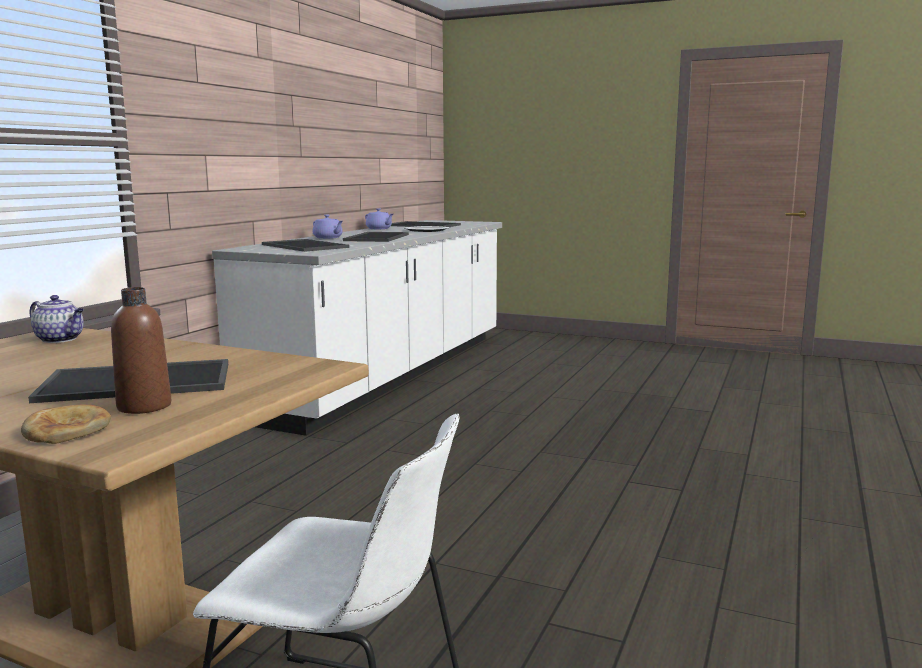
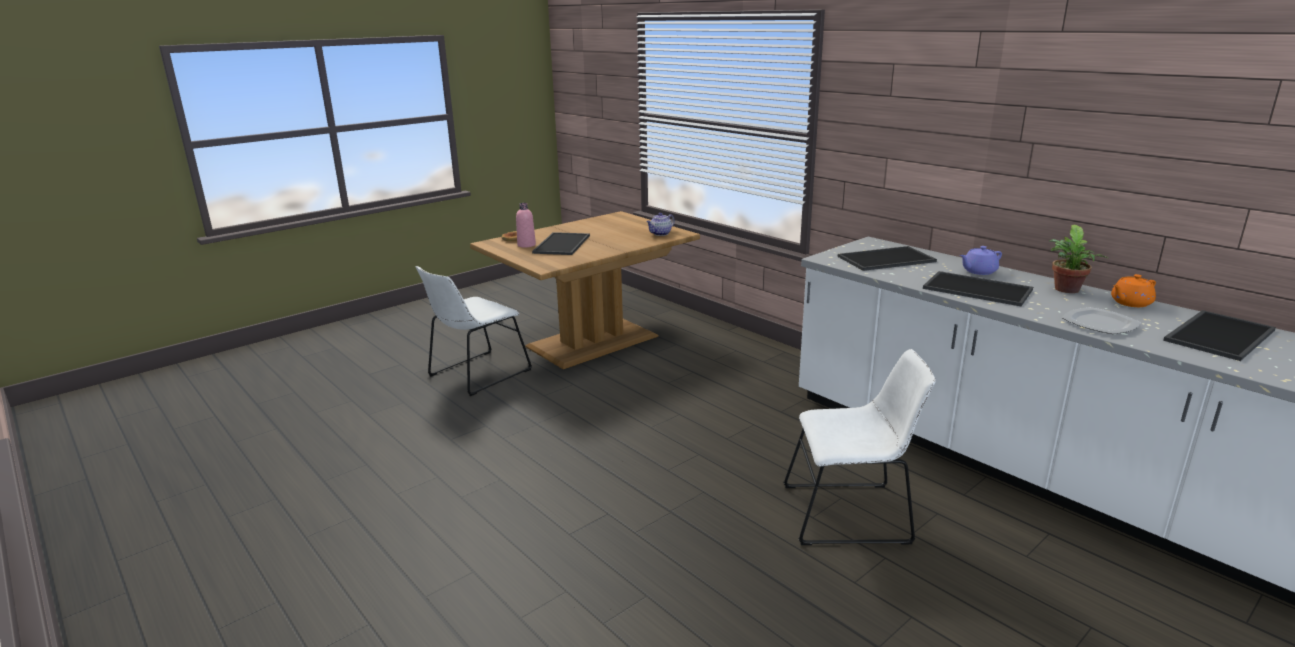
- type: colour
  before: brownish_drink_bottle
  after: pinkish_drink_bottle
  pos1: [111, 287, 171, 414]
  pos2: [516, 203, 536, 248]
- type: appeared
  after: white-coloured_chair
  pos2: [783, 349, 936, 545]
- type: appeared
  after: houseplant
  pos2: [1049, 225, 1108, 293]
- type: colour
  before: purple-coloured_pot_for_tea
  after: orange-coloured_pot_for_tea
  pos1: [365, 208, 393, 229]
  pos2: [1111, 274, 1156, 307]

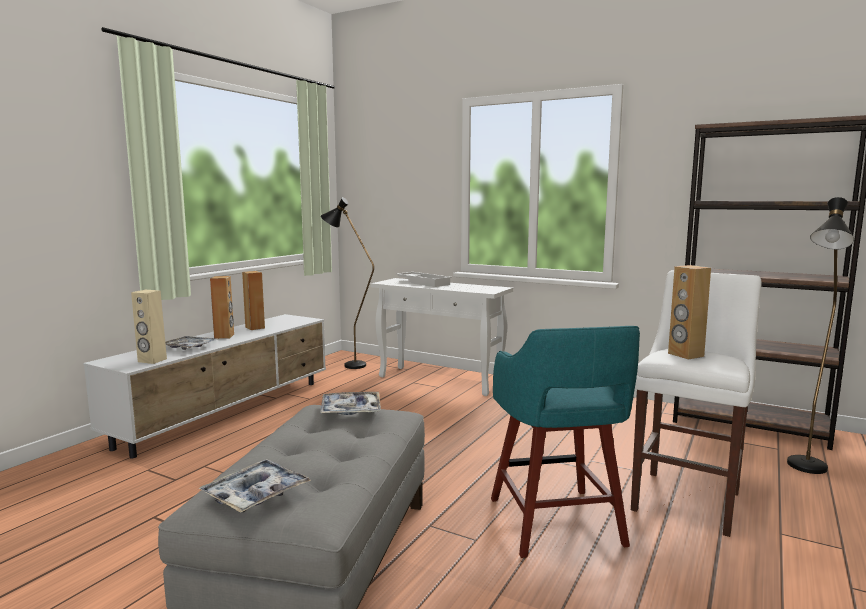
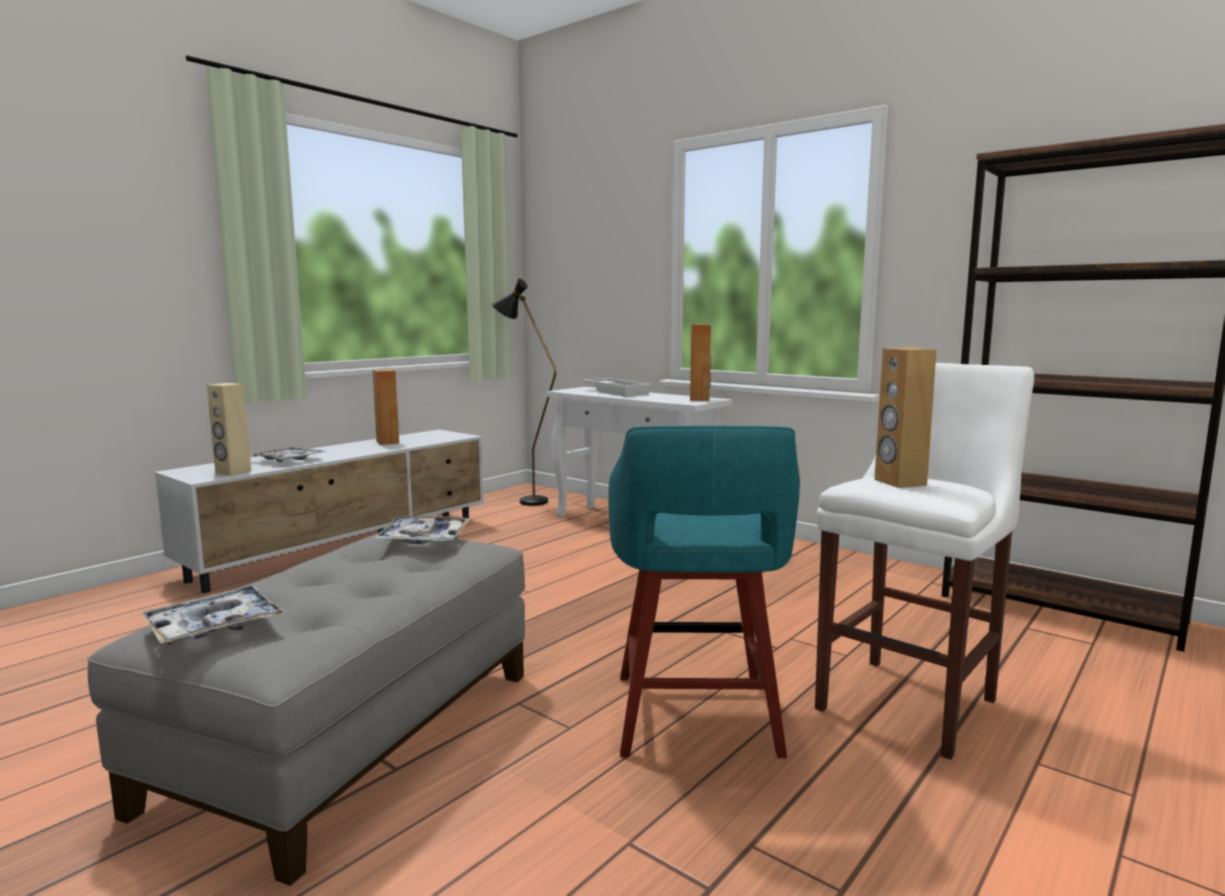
- type: relocated
  before: brownish_loudspeaker
  pos1: [210, 276, 234, 339]
  pos2: [690, 324, 711, 401]
- type: missing
  before: black_standing_lamp
  pos1: [787, 197, 854, 474]

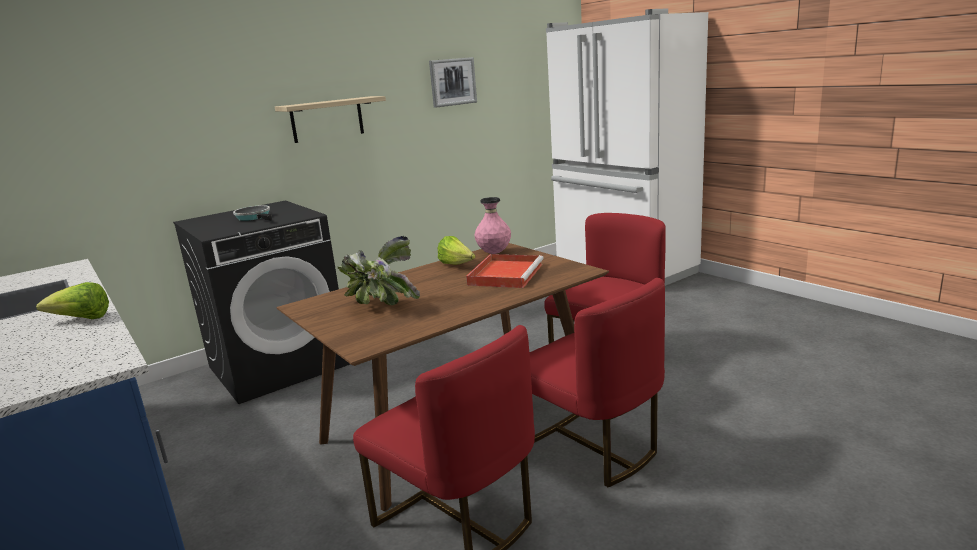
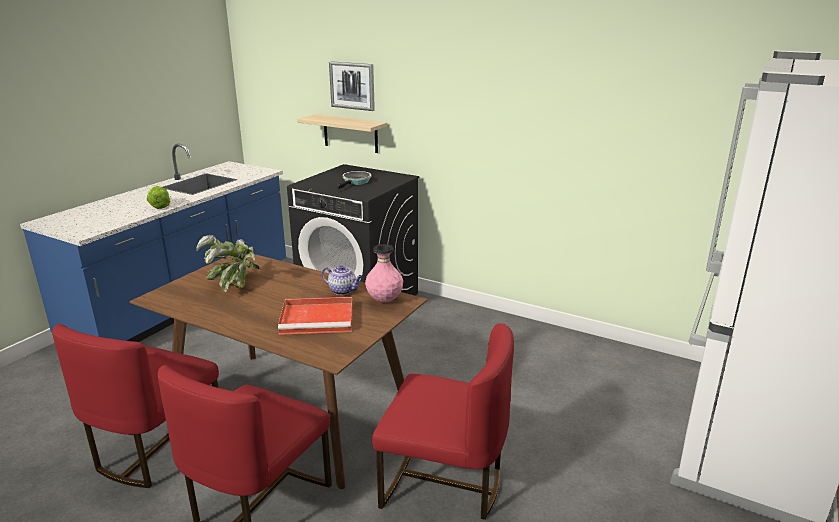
- type: relocated
  before: wall_shelf
  pos1: [275, 96, 386, 143]
  pos2: [297, 114, 387, 153]
- type: exchanged
  before: lettuce_head
  after: pot_for_tea
  pos1: [438, 236, 475, 265]
  pos2: [322, 266, 363, 295]
- type: relocated
  before: wall_picture
  pos1: [429, 57, 477, 108]
  pos2: [329, 61, 375, 111]

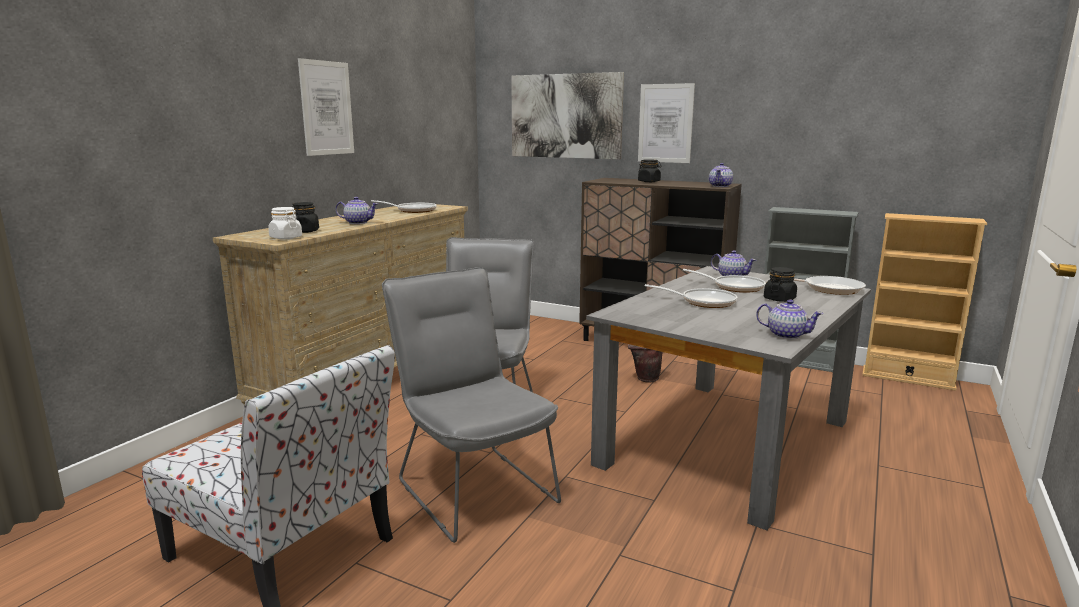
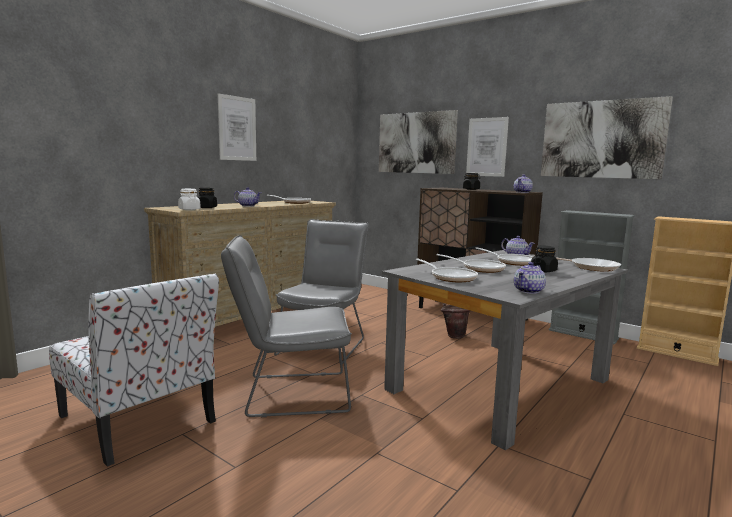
- type: spun
  before: gray_chair
  pos1: [382, 267, 561, 543]
  pos2: [221, 235, 352, 417]
  turn: -75
- type: appeared
  after: skillet
  pos2: [416, 258, 478, 282]
- type: spun
  before: pot_for_tea
  pos1: [756, 299, 823, 339]
  pos2: [514, 262, 546, 294]
  turn: 90
- type: appeared
  after: wall_picture
  pos2: [541, 96, 673, 179]

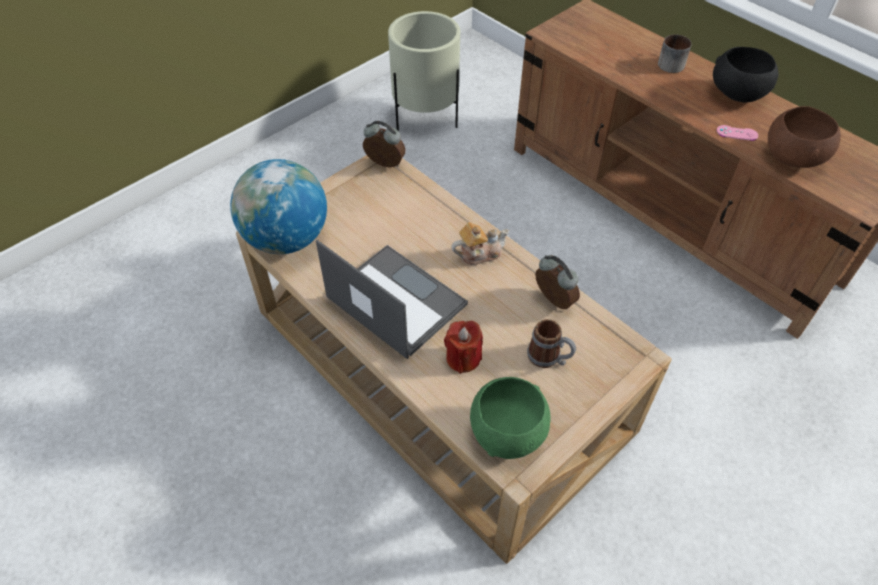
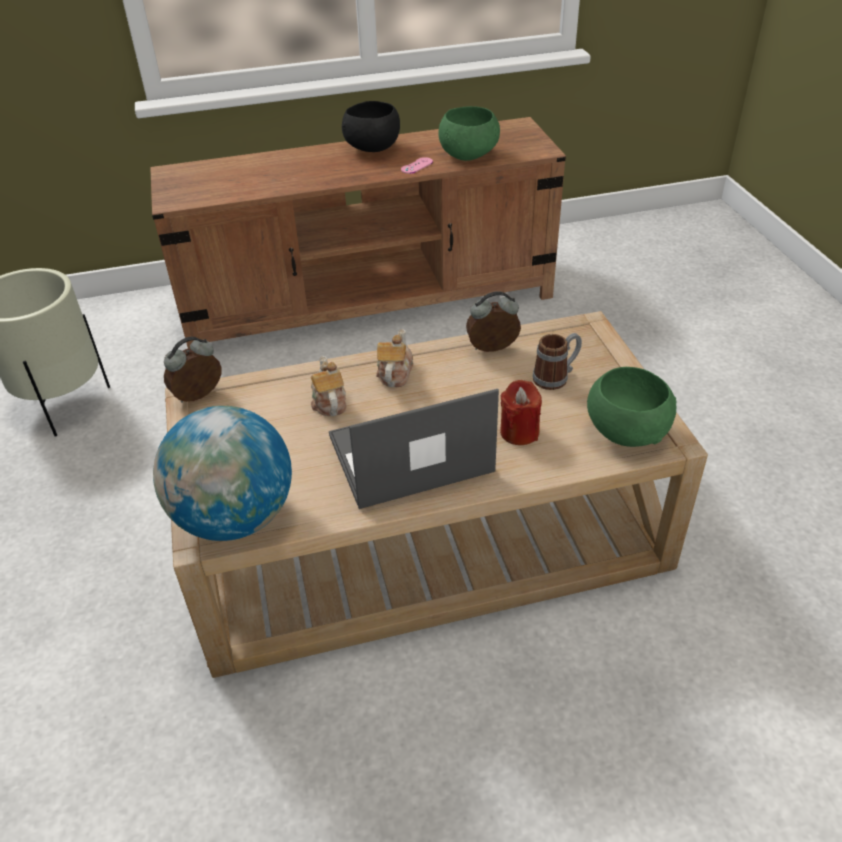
- type: appeared
  after: pot_for_tea
  pos2: [311, 356, 347, 416]
- type: colour
  before: brownish_serving_bowl
  after: green-coloured_serving_bowl
  pos1: [768, 106, 841, 168]
  pos2: [438, 106, 500, 161]
- type: missing
  before: tea_mug
  pos1: [658, 34, 692, 73]

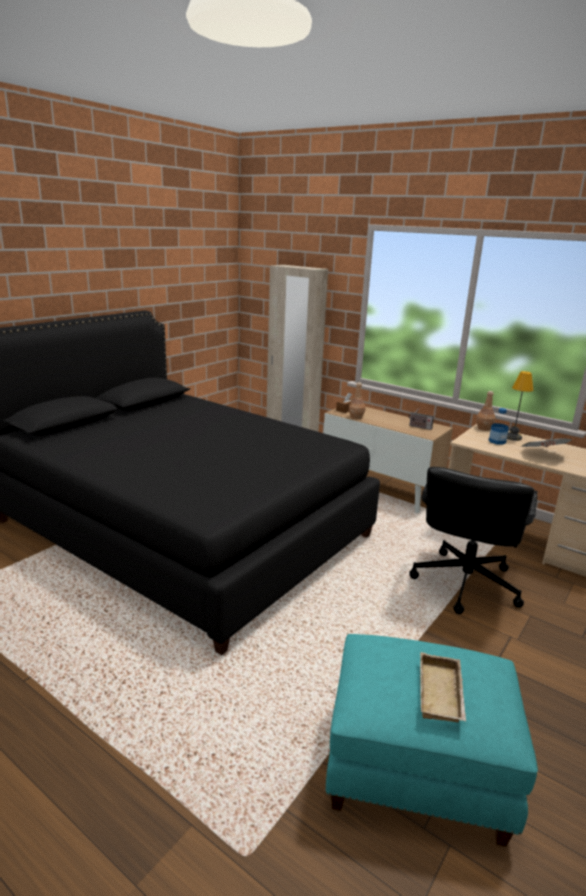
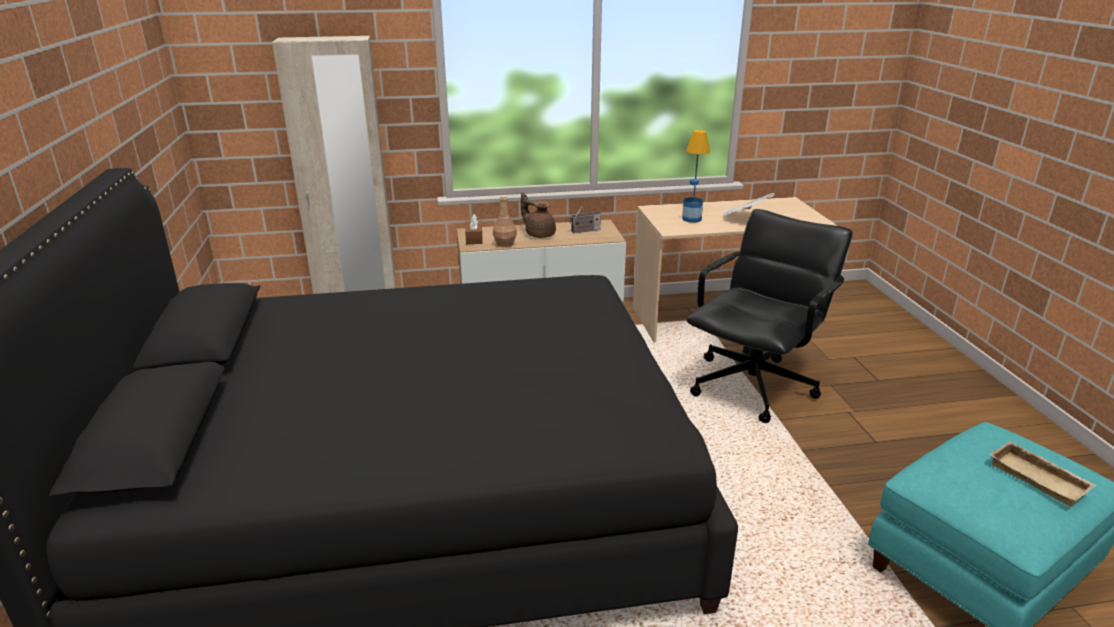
- type: appeared
  after: brownish_pot_for_tea
  pos2: [521, 192, 556, 238]
- type: spun
  before: black_desk_chair
  pos1: [409, 467, 538, 614]
  pos2: [686, 209, 853, 423]
  turn: -120
- type: missing
  before: brownish_drink_bottle
  pos1: [476, 391, 496, 431]

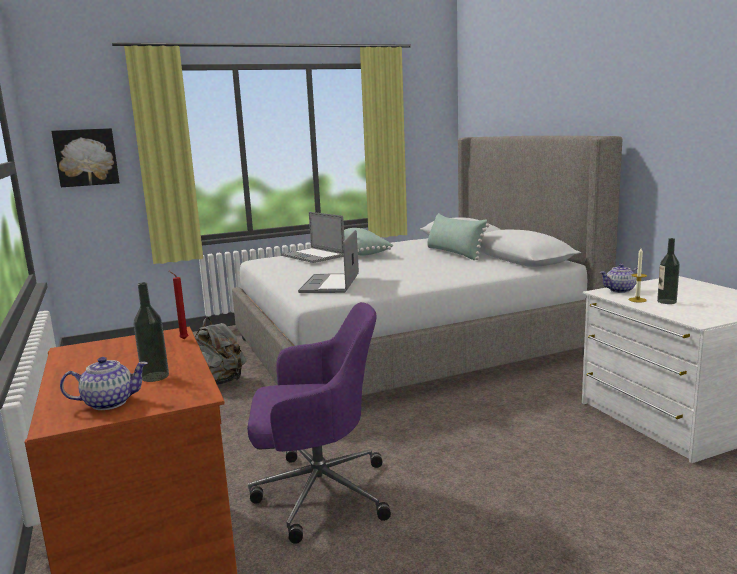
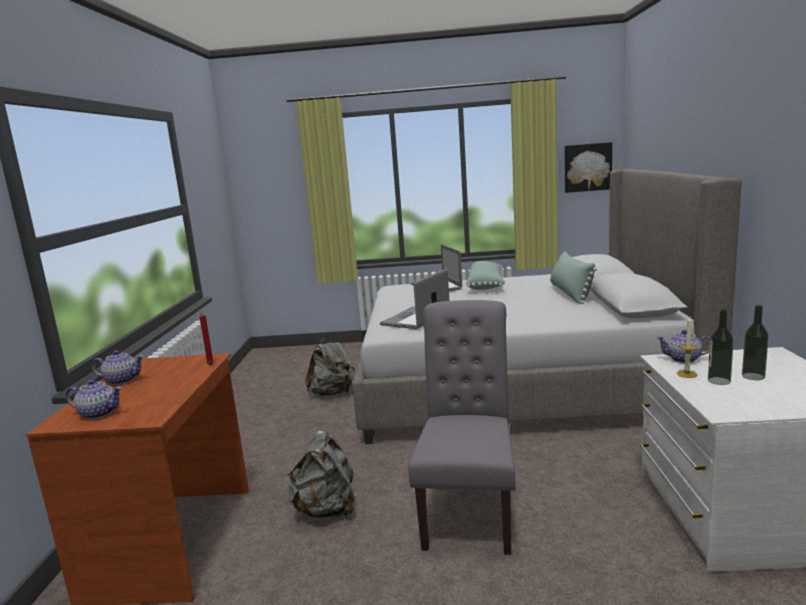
- type: appeared
  after: pot_for_tea
  pos2: [92, 350, 144, 385]
- type: exchanged
  before: purple-coloured_desk_chair
  after: gray_rucksack
  pos1: [247, 302, 391, 544]
  pos2: [287, 431, 355, 518]
- type: appeared
  after: gray_chair
  pos2: [408, 300, 516, 555]
- type: relocated
  before: wall_picture
  pos1: [51, 128, 119, 187]
  pos2: [565, 142, 612, 193]
- type: relocated
  before: drink_bottle
  pos1: [133, 282, 169, 382]
  pos2: [742, 305, 769, 380]

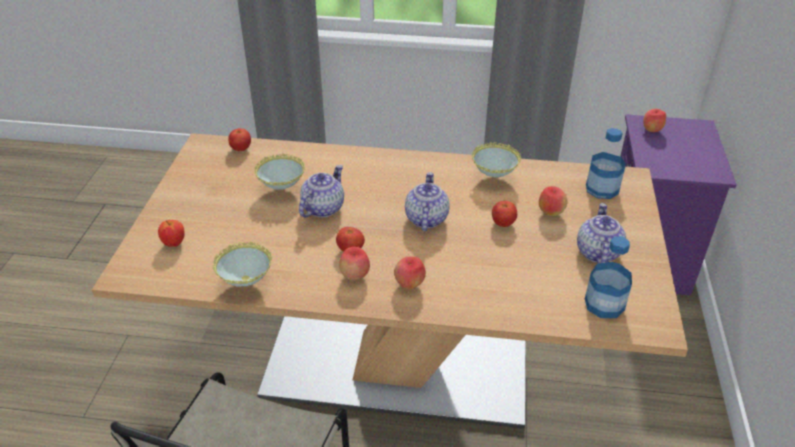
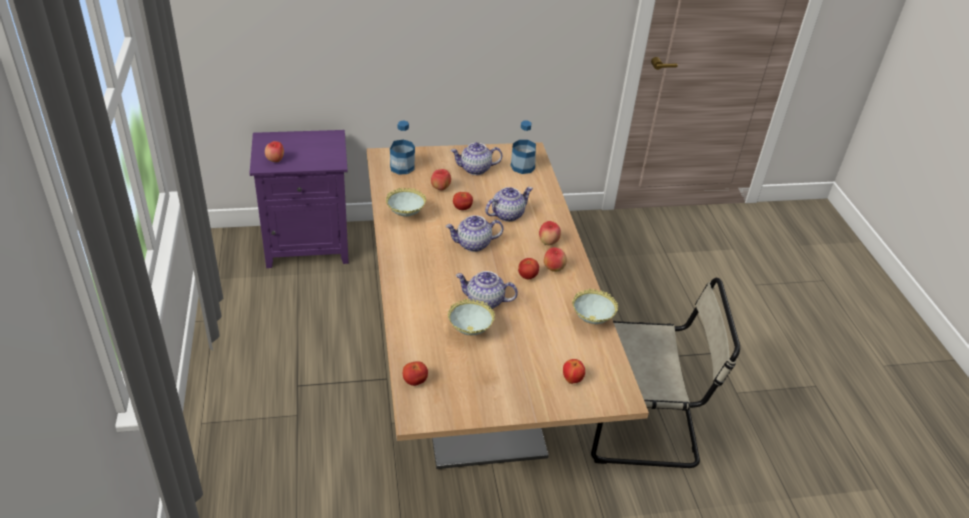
- type: appeared
  after: pot_for_tea
  pos2: [485, 187, 533, 222]

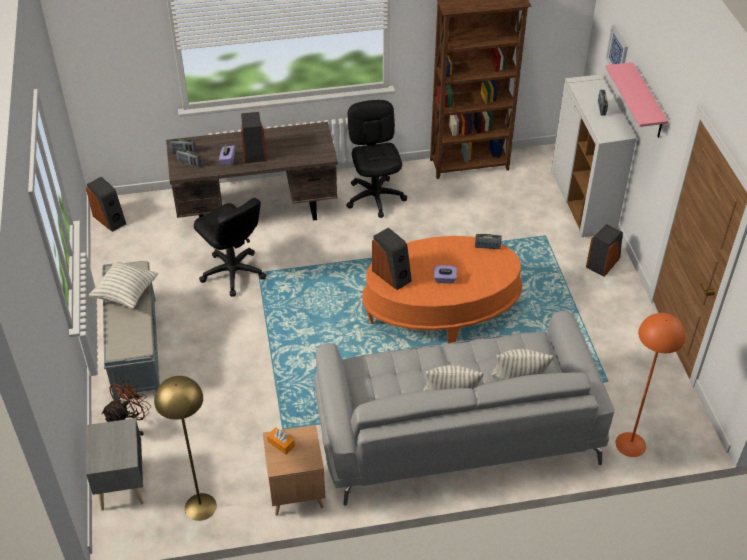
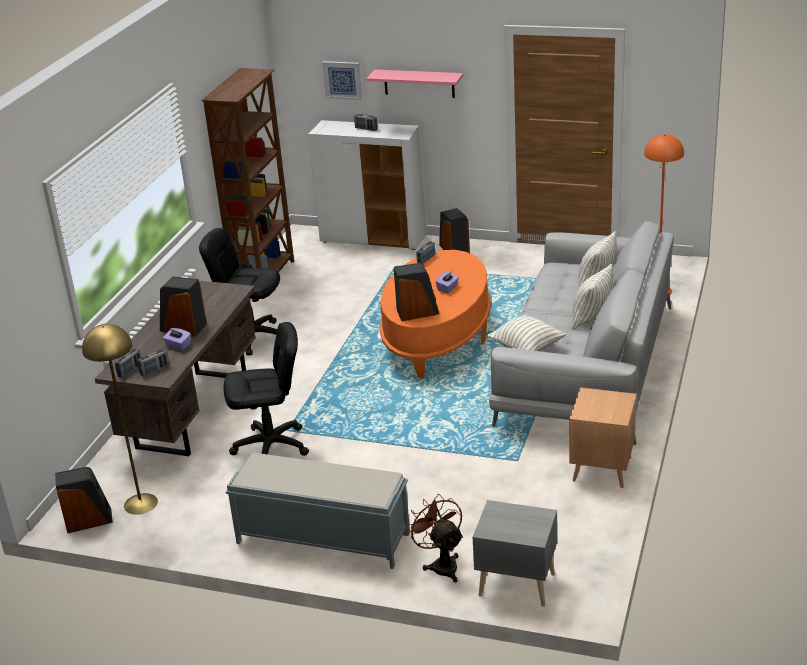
- type: relocated
  before: yellow-coloured_standing_lamp
  pos1: [154, 376, 217, 521]
  pos2: [82, 324, 158, 515]
- type: relocated
  before: cushion
  pos1: [89, 261, 158, 308]
  pos2: [487, 315, 566, 351]
- type: missing
  before: orange-coloured_tissue_holder
  pos1: [267, 428, 295, 454]

